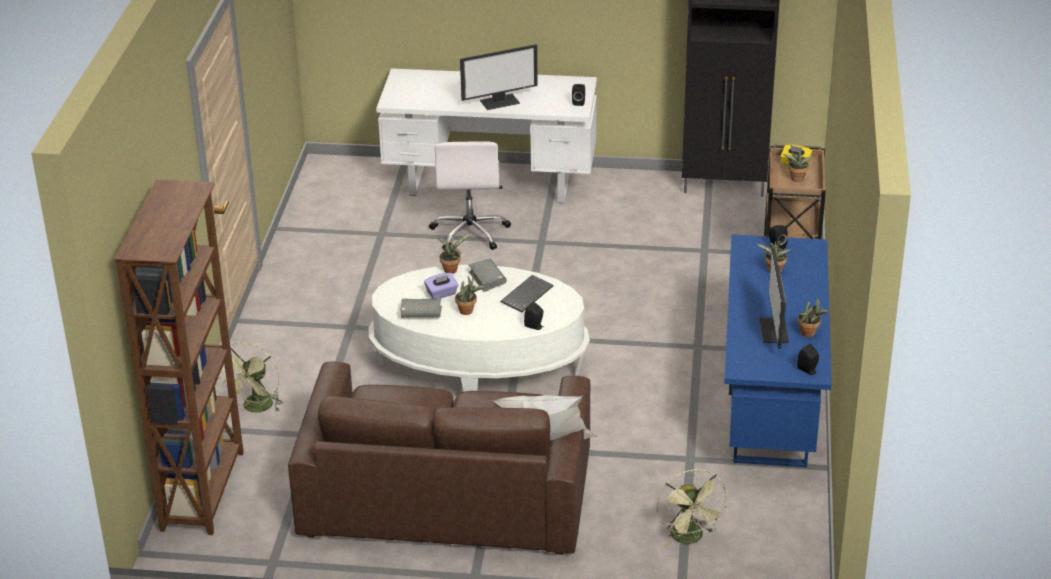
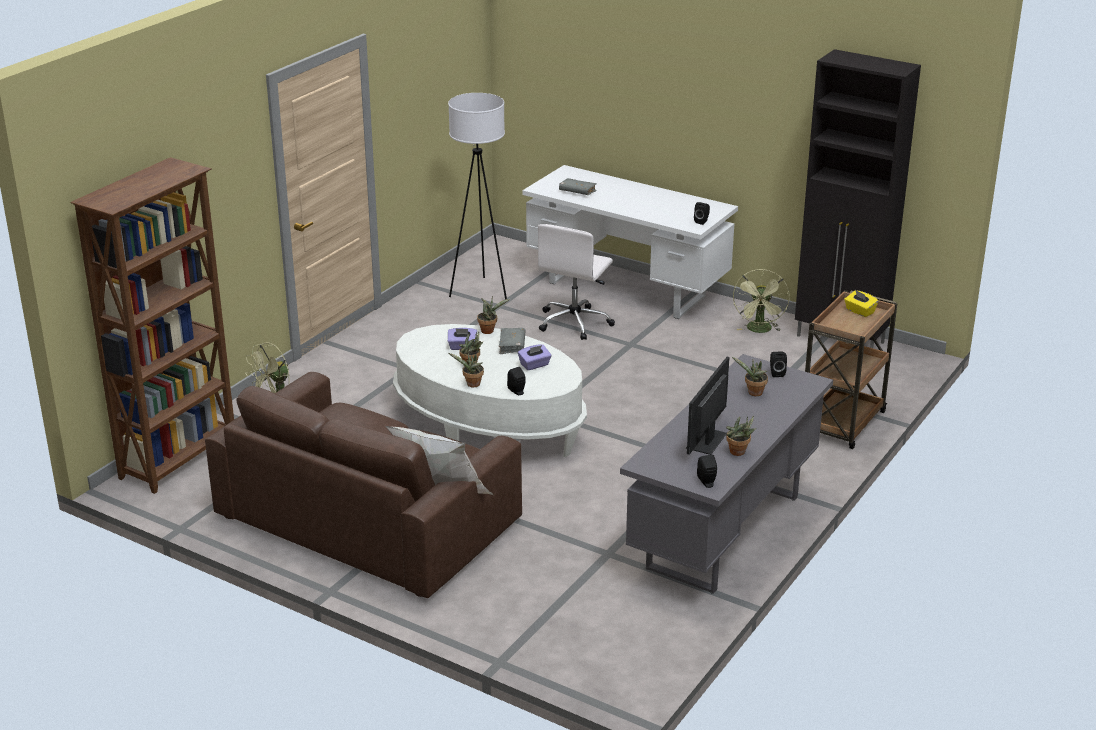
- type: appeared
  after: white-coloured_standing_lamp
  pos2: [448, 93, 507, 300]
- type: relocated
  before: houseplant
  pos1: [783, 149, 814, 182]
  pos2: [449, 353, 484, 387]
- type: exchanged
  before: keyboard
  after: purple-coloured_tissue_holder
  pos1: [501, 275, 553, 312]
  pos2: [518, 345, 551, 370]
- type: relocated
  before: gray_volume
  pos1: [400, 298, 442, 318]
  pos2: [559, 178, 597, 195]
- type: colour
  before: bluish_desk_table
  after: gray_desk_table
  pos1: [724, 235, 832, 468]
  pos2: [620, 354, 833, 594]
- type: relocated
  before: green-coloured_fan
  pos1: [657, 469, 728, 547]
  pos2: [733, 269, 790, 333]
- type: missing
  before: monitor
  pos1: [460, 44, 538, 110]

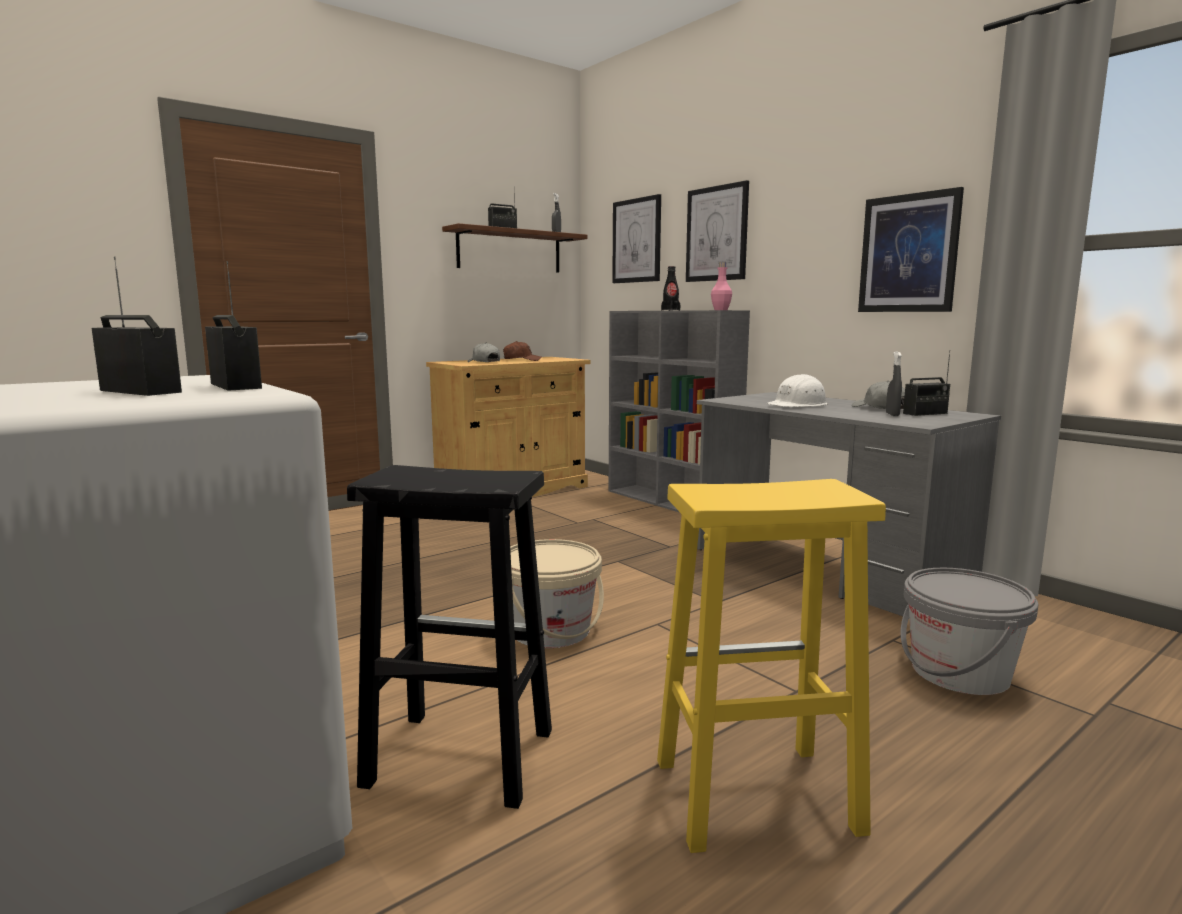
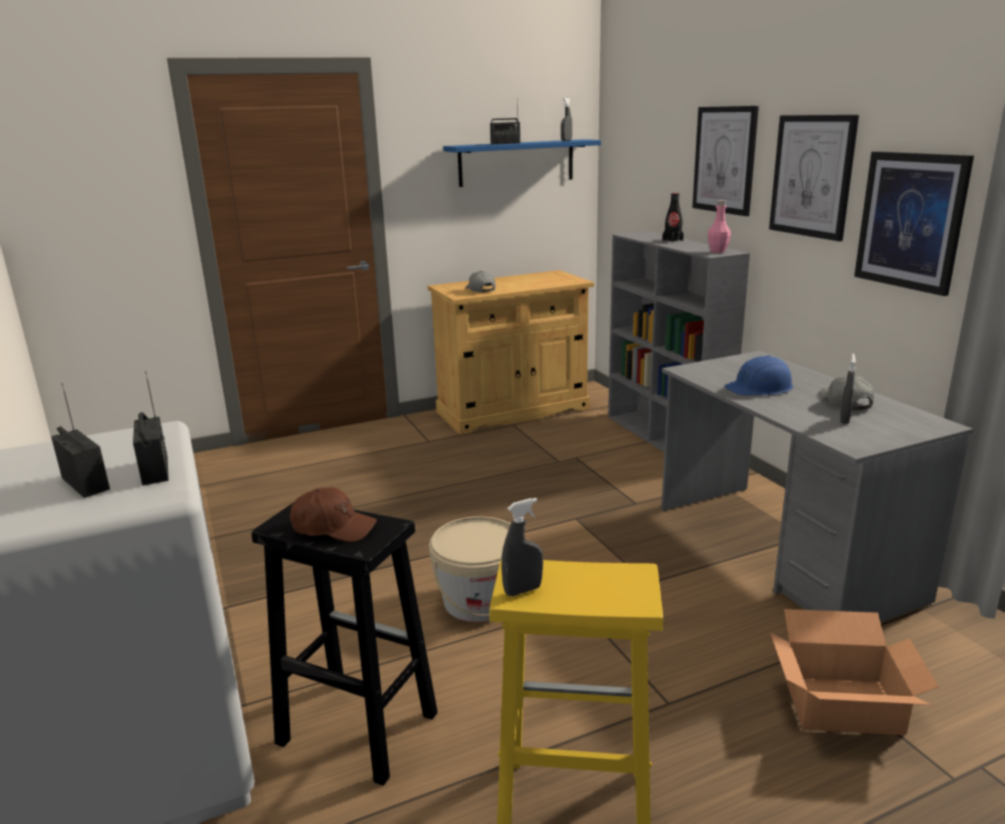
- type: relocated
  before: brownish_cap
  pos1: [503, 341, 541, 361]
  pos2: [290, 487, 377, 542]
- type: colour
  before: brownish_wall_shelf
  after: bluish_wall_shelf
  pos1: [442, 223, 587, 273]
  pos2: [443, 139, 601, 187]
- type: appeared
  after: gray_spray_bottle
  pos2: [501, 498, 543, 596]
- type: colour
  before: white-coloured_hard_hat
  after: bluish_hard_hat
  pos1: [767, 374, 828, 407]
  pos2: [724, 355, 793, 396]
- type: relocated
  before: wall_picture
  pos1: [612, 194, 661, 283]
  pos2: [769, 115, 859, 241]
- type: exchanged
  before: gray_pail
  after: carton
  pos1: [901, 568, 1039, 695]
  pos2: [770, 609, 939, 735]
- type: missing
  before: radio
  pos1: [903, 350, 950, 416]

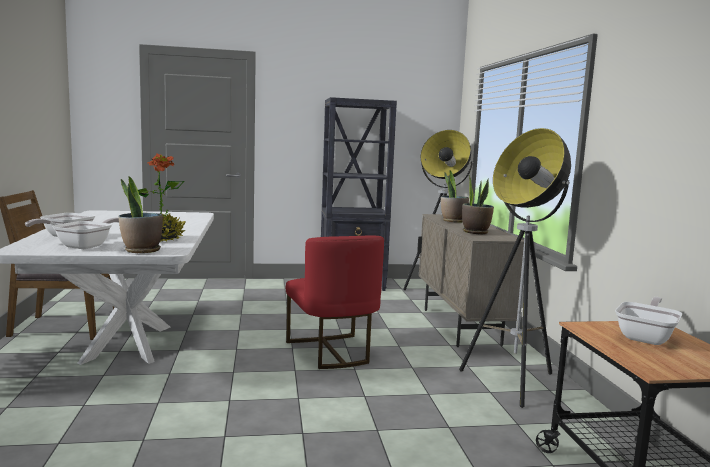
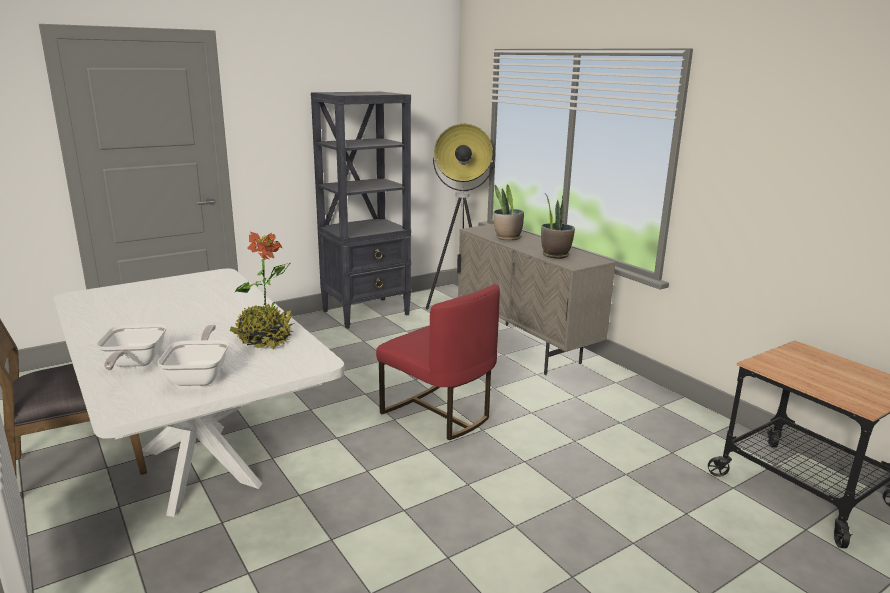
- type: missing
  before: houseplant
  pos1: [118, 176, 163, 253]
- type: missing
  before: standing_lamp
  pos1: [459, 128, 571, 408]
- type: missing
  before: skillet
  pos1: [615, 297, 682, 345]

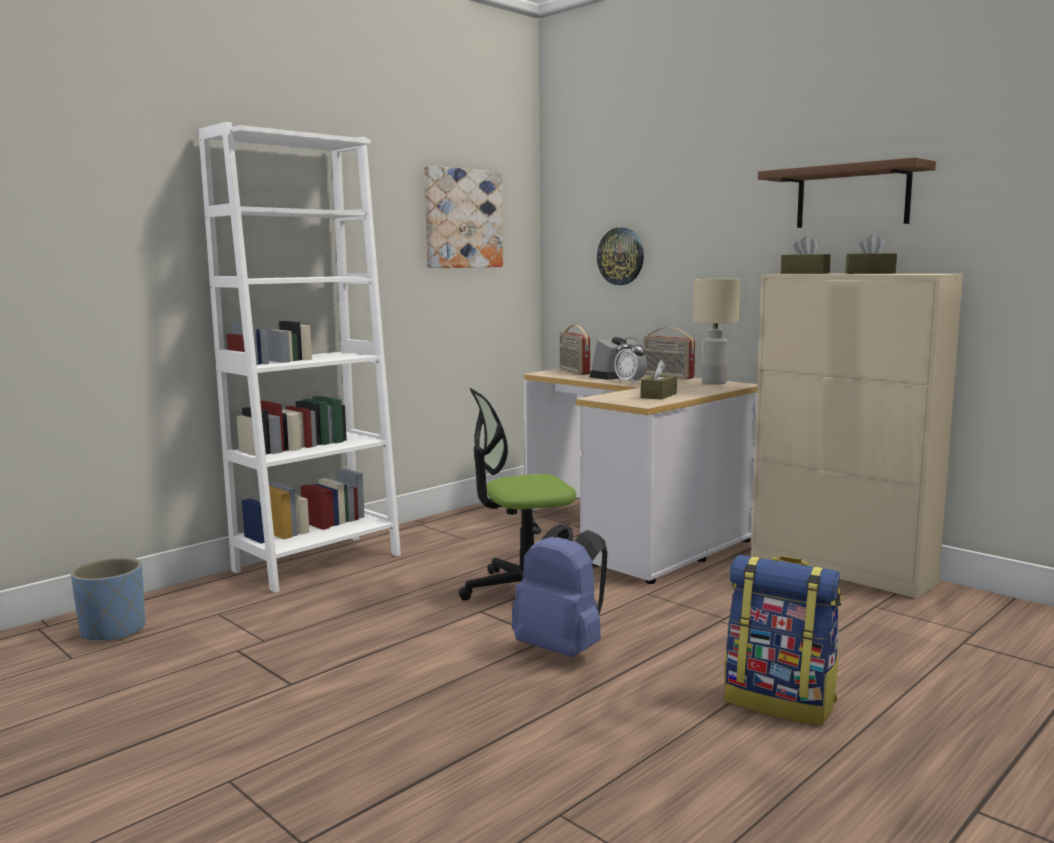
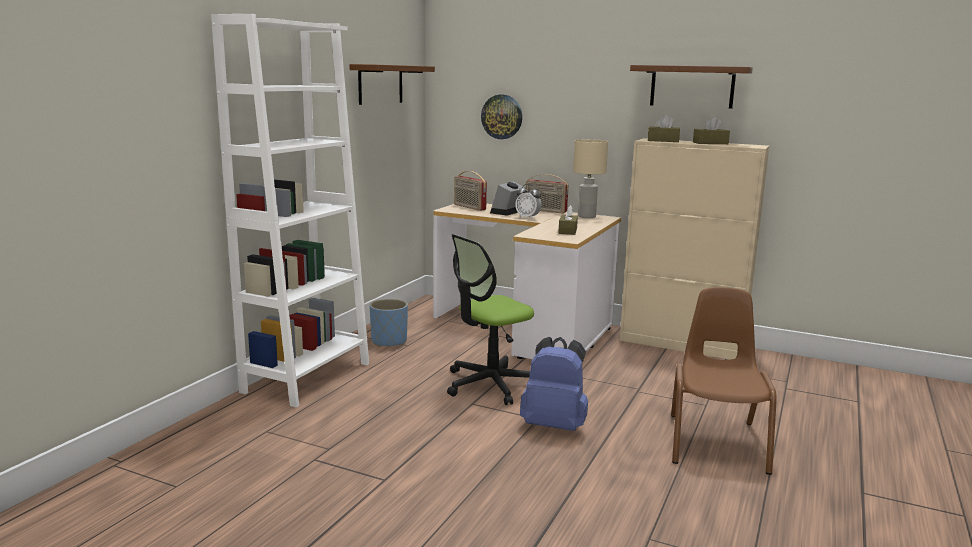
- type: exchanged
  before: wall_picture
  after: brownish_wall_shelf
  pos1: [424, 166, 503, 268]
  pos2: [350, 64, 435, 105]
- type: relocated
  before: bluish_plant_pot
  pos1: [71, 557, 145, 641]
  pos2: [370, 299, 408, 347]
- type: exchanged
  before: rucksack
  after: brownish_chair
  pos1: [725, 555, 842, 726]
  pos2: [671, 287, 777, 475]

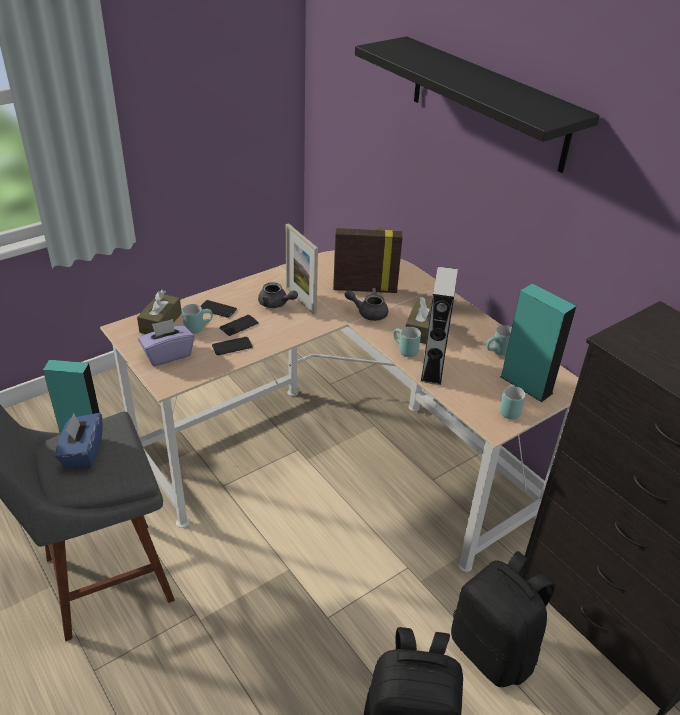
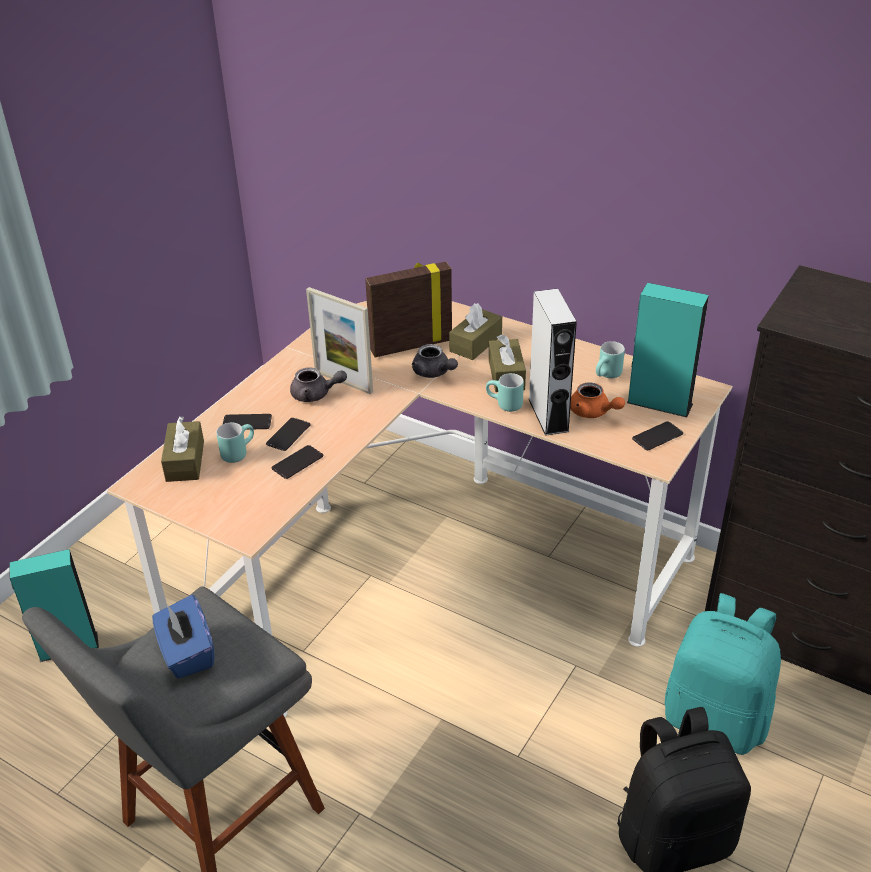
- type: spun
  before: gray_pot_for_tea
  pos1: [345, 288, 388, 321]
  pos2: [412, 344, 458, 378]
  turn: -120
- type: appeared
  after: brownish_tissue_holder
  pos2: [449, 303, 502, 360]
- type: appeared
  after: orange-coloured_pot_for_tea
  pos2: [570, 382, 625, 418]
- type: exchanged
  before: turquoise-coloured_tea_mug
  after: phone
  pos1: [500, 384, 525, 419]
  pos2: [632, 421, 683, 450]
- type: colour
  before: black_rucksack
  after: turquoise-coloured_rucksack
  pos1: [451, 551, 555, 687]
  pos2: [665, 593, 781, 755]
- type: missing
  before: purple-coloured_tissue_holder
  pos1: [138, 319, 194, 366]
- type: missing
  before: black_wall_shelf
  pos1: [355, 36, 600, 173]

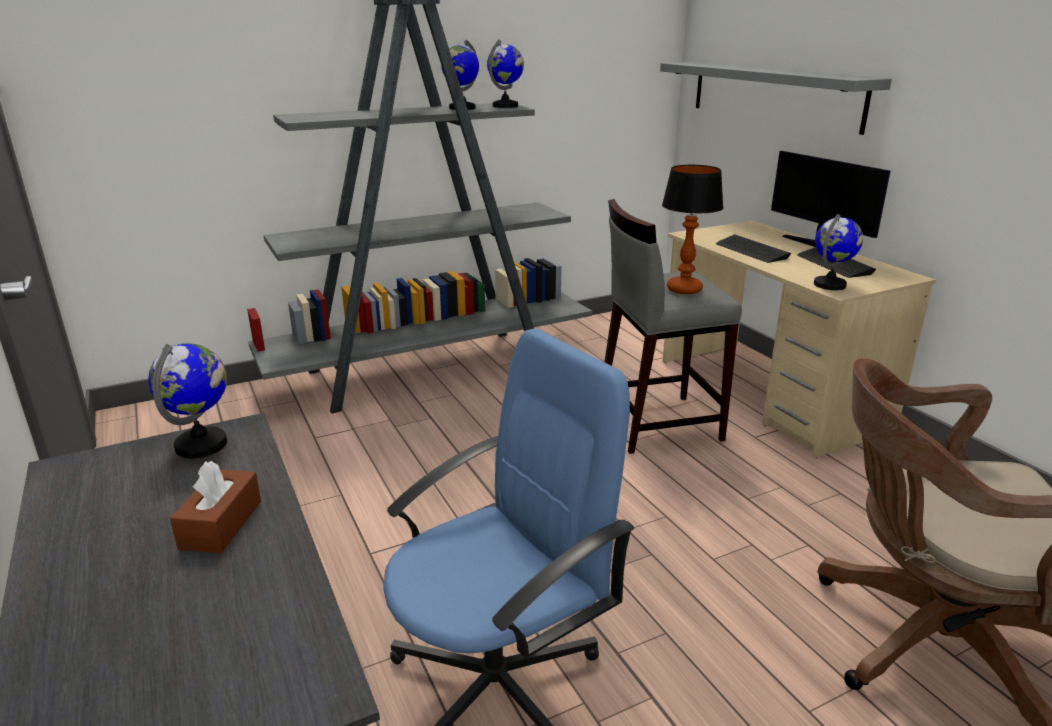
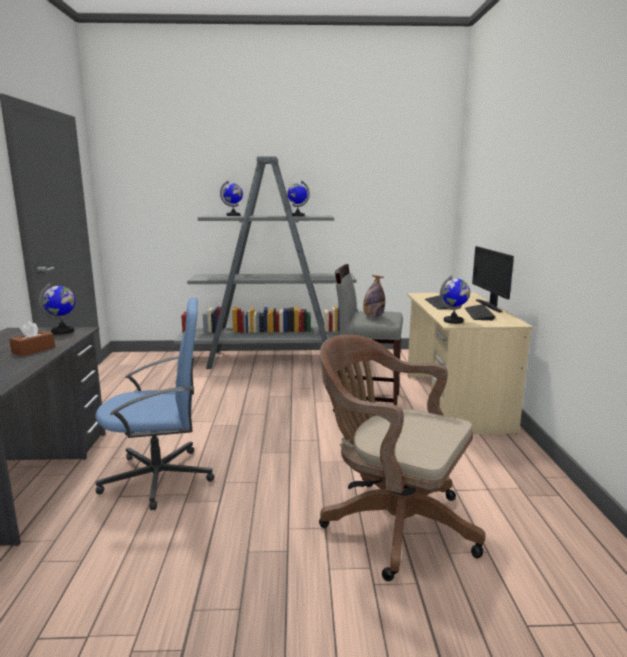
- type: relocated
  before: world_globe
  pos1: [487, 40, 524, 108]
  pos2: [220, 180, 243, 216]
- type: exchanged
  before: lamp_for_a_table
  after: drink_bottle
  pos1: [662, 165, 724, 294]
  pos2: [363, 275, 385, 318]
- type: missing
  before: gray_wall_shelf
  pos1: [660, 62, 892, 135]

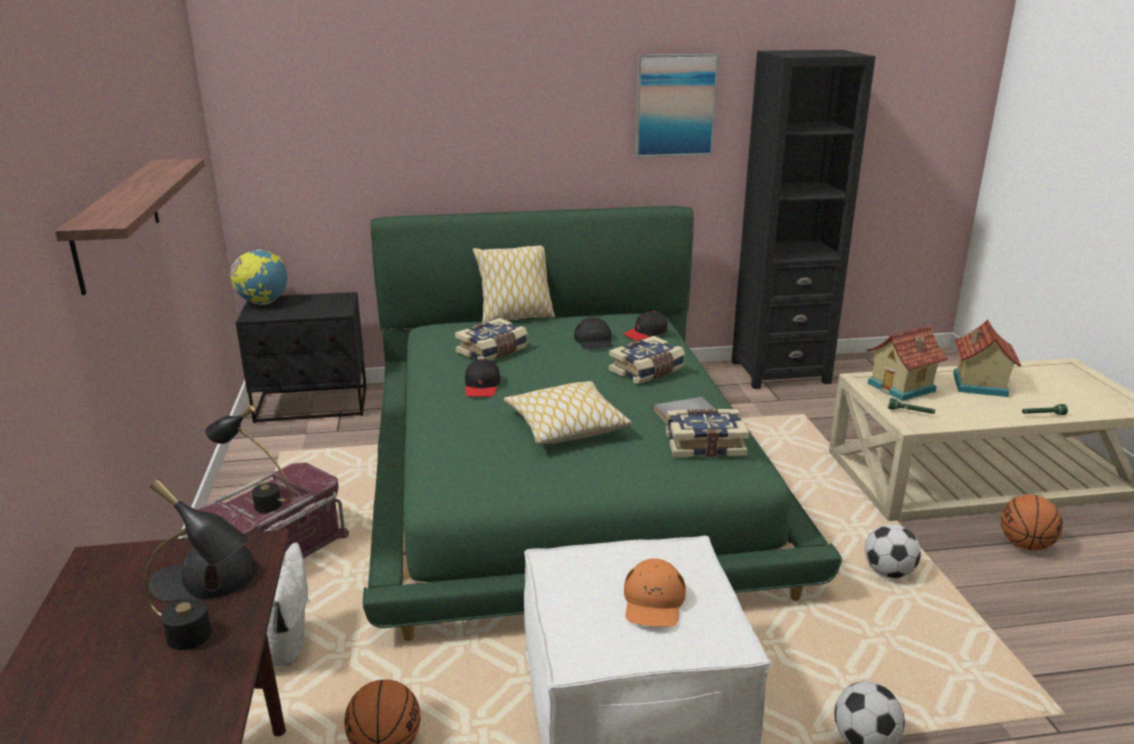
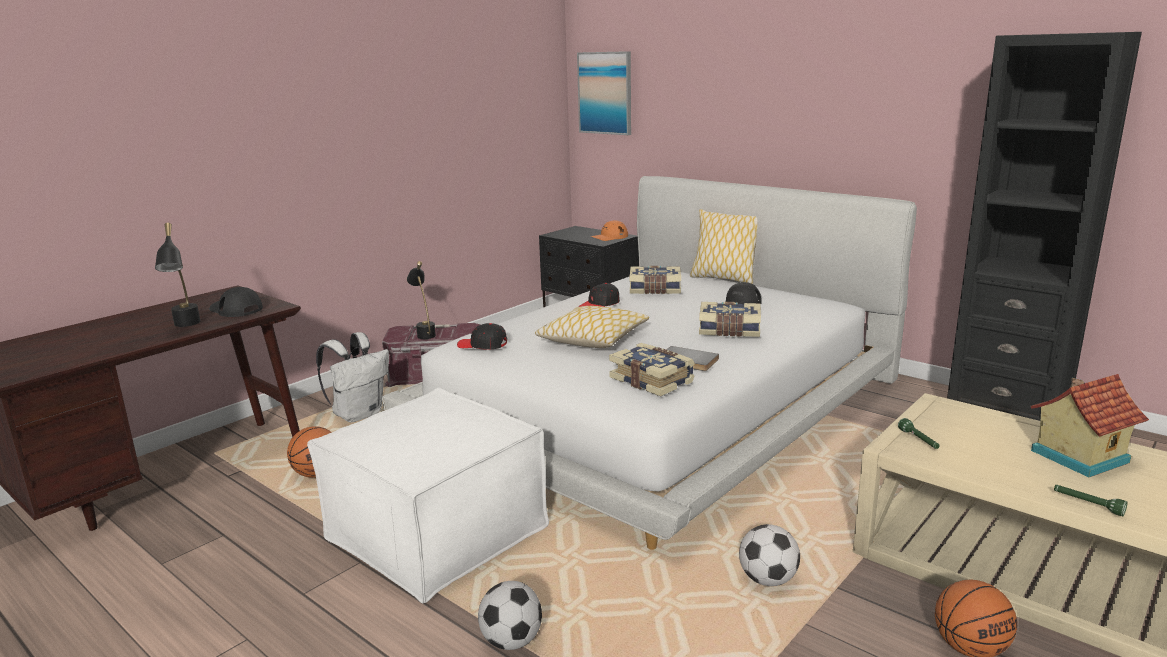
- type: colour
  before: green-coloured_bedroom_bed
  after: white-coloured_bedroom_bed
  pos1: [363, 206, 842, 641]
  pos2: [382, 176, 917, 550]
- type: relocated
  before: black_cap
  pos1: [624, 311, 668, 341]
  pos2: [457, 323, 507, 350]
- type: relocated
  before: wall_picture
  pos1: [635, 54, 719, 157]
  pos2: [577, 51, 631, 135]
- type: relocated
  before: orange-coloured_cap
  pos1: [624, 558, 686, 627]
  pos2: [591, 221, 628, 241]
- type: missing
  before: wall_shelf
  pos1: [55, 159, 205, 295]
- type: missing
  before: world_globe
  pos1: [230, 249, 287, 305]
- type: missing
  before: miniature_house
  pos1: [867, 326, 948, 401]

